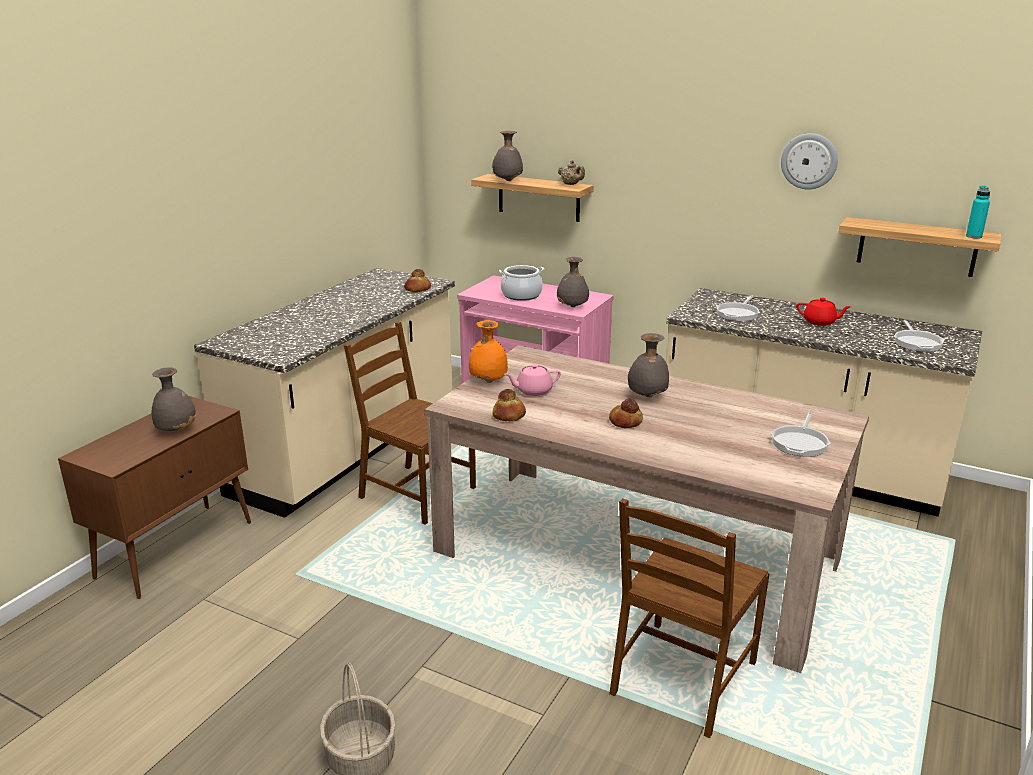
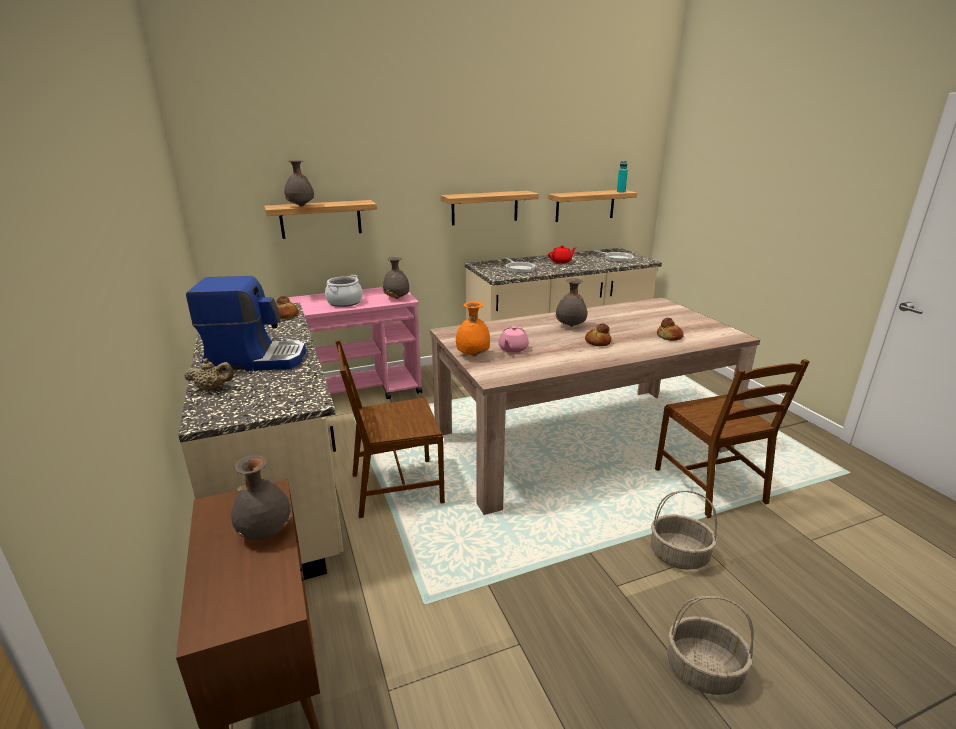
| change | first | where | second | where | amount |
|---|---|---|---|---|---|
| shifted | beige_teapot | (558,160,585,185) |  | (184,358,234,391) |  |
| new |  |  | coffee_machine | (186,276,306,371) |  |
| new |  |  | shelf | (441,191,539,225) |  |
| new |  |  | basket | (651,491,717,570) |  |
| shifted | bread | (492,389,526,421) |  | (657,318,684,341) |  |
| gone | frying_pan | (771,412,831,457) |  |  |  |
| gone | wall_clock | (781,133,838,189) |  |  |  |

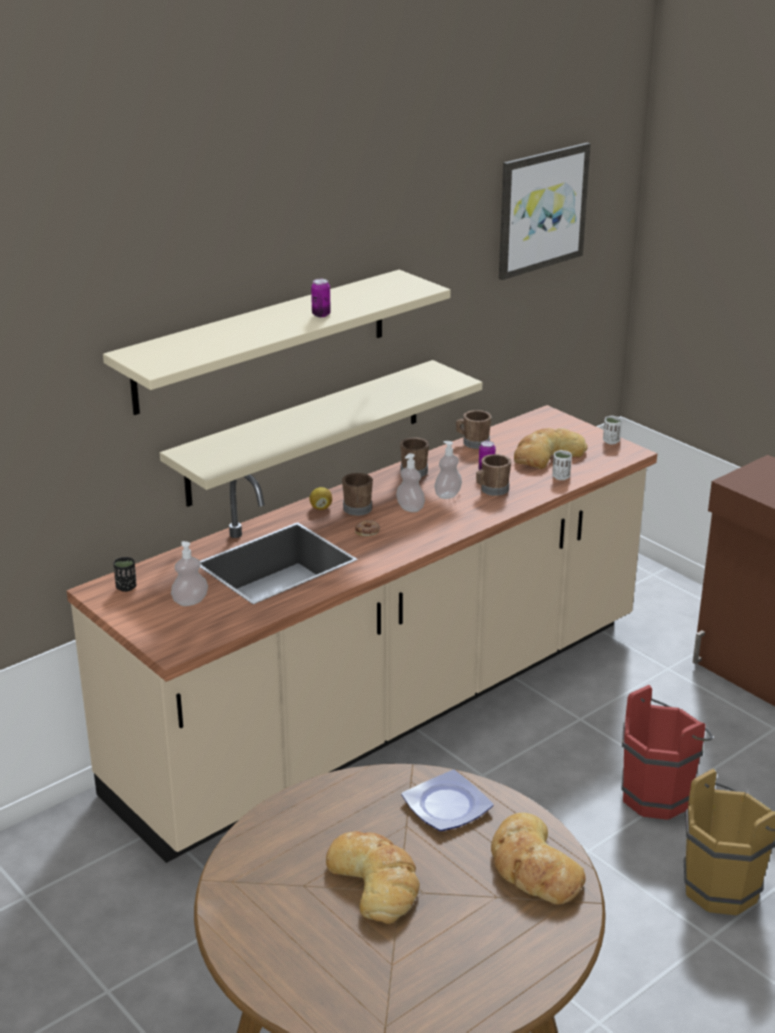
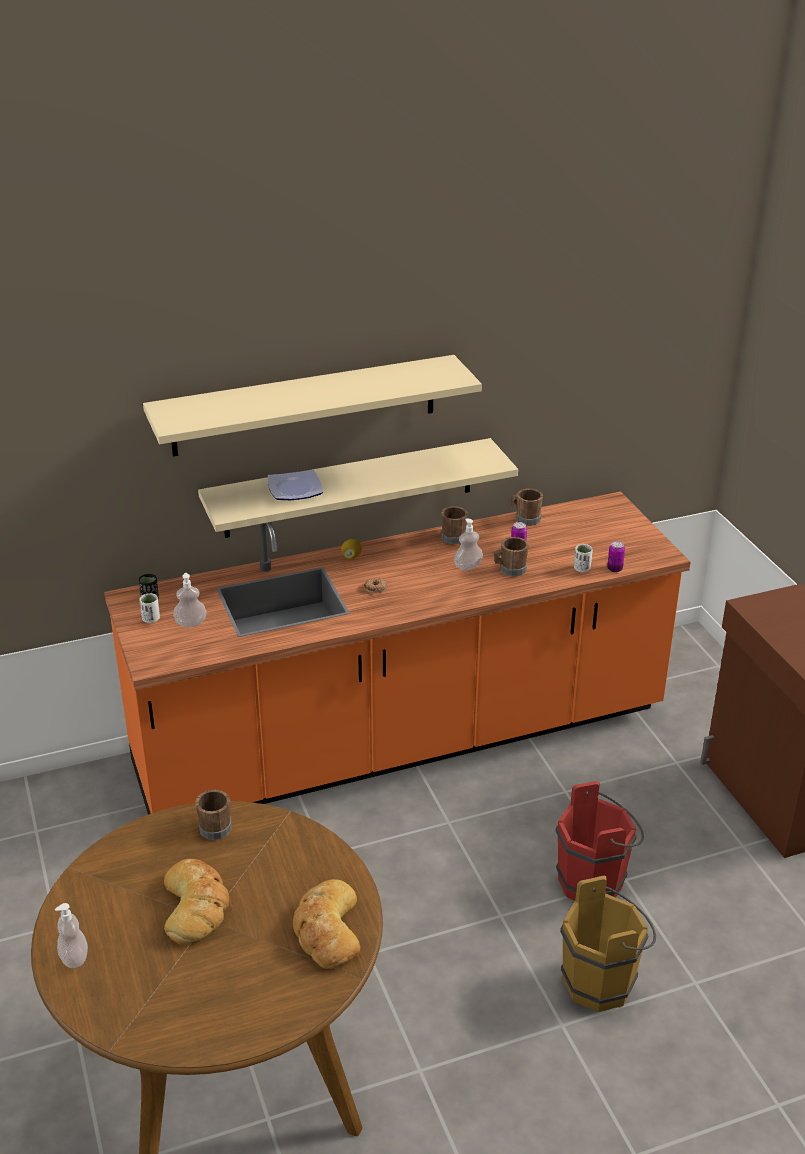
| change | first | where | second | where | amount |
|---|---|---|---|---|---|
| shifted | soap_dispenser | (396,453,425,512) |  | (55,903,88,968) |  |
| repainted | beige_counter | (66,405,657,863) | orange_counter | (104,491,691,815) |  |
| shifted | white_cup | (603,416,622,444) |  | (140,593,160,623) |  |
| shifted | brown_mug | (342,473,373,516) |  | (195,789,232,840) |  |
| shifted | plate | (401,770,494,831) |  | (268,470,323,500) |  |
| shifted | can | (311,279,331,317) |  | (607,541,625,572) |  |
| gone | picture | (499,143,591,280) |  |  |  |
| gone | bread | (514,428,588,469) |  |  |  |

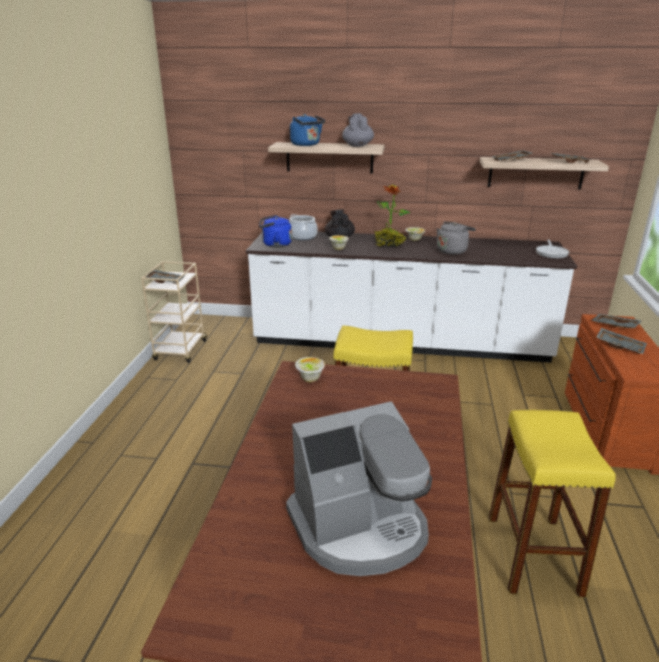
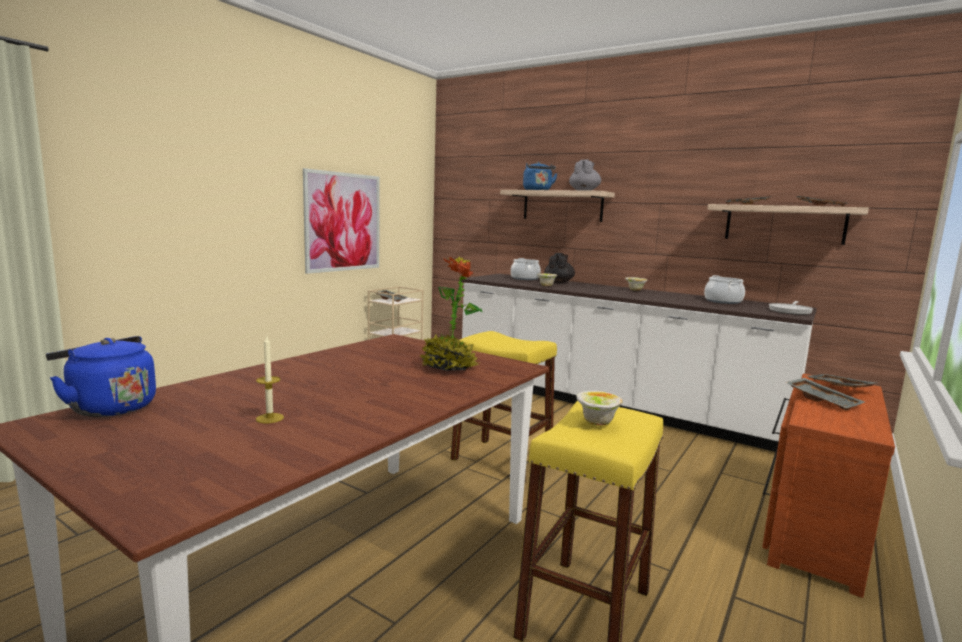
| change | first | where | second | where | amount |
|---|---|---|---|---|---|
| shifted | blue_kettle | (259,215,292,247) |  | (46,336,156,417) |  |
| swapped | coffee_machine | (286,401,432,576) | candle | (256,336,284,423) |  |
| new |  |  | picture | (303,168,379,274) |  |
| shifted | potted_plant | (374,184,410,247) |  | (420,256,482,371) |  |
| shifted | bowl | (295,357,325,382) |  | (576,391,622,425) |  |
| new |  |  | cooking_pot | (704,275,745,304) |  |
| gone | grey_kettle | (437,221,476,255) |  |  |  |

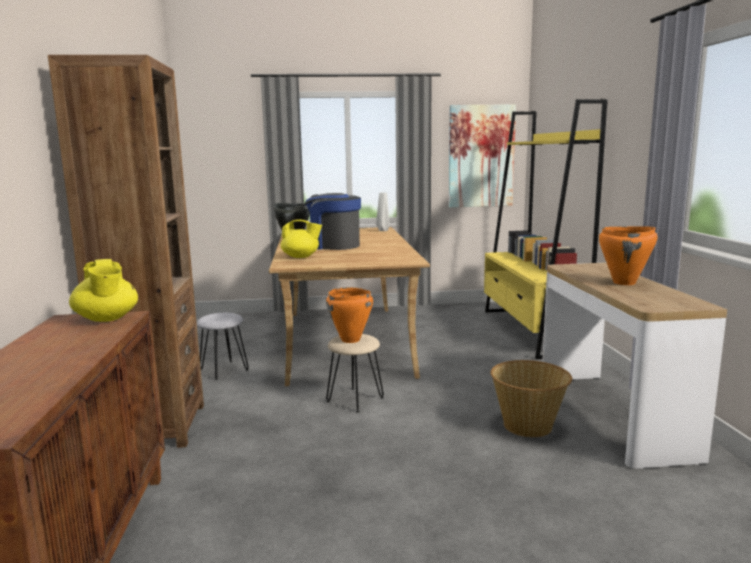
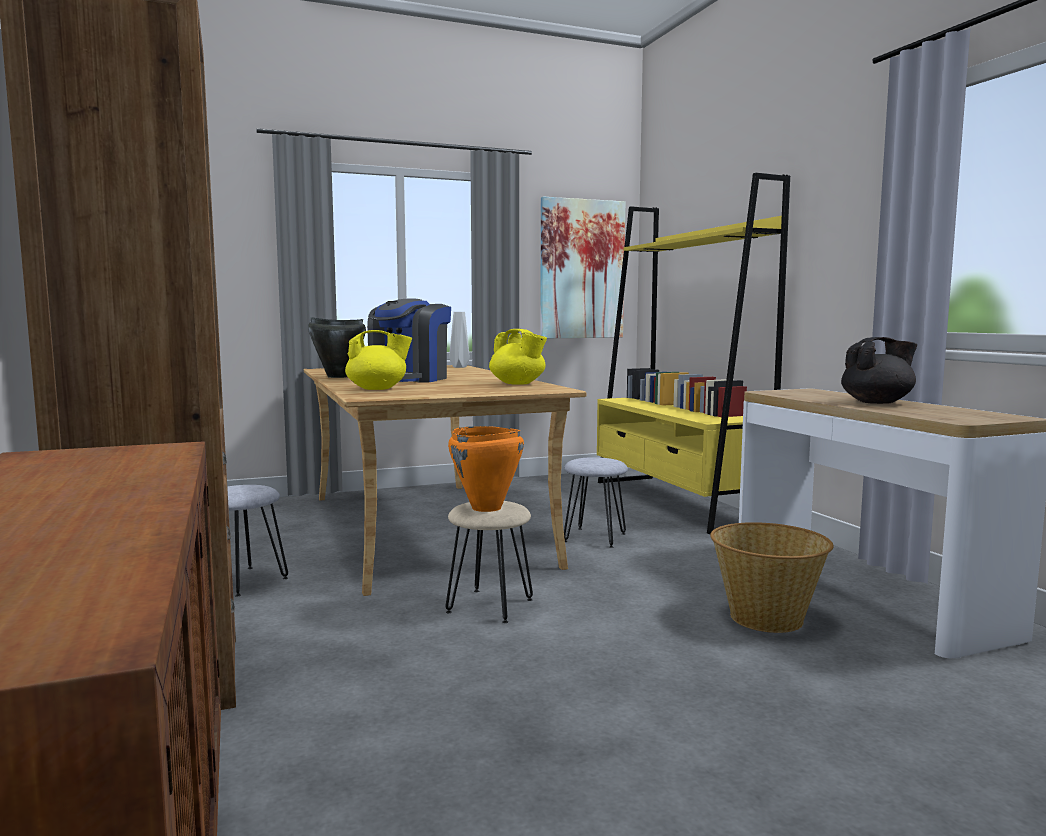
| change | first | where | second | where | amount |
|---|---|---|---|---|---|
| rotated | coffee_machine | (302,193,361,250) |  | (367,299,451,382) | 75 degrees counterclockwise |
| shifted | yellow_teapot | (69,259,138,322) |  | (489,329,547,385) |  |
| new |  |  | grey_stool | (564,457,628,548) |  |
| swapped | orange_cooking_pot | (599,226,658,285) | black_teapot | (841,337,917,404) |  |

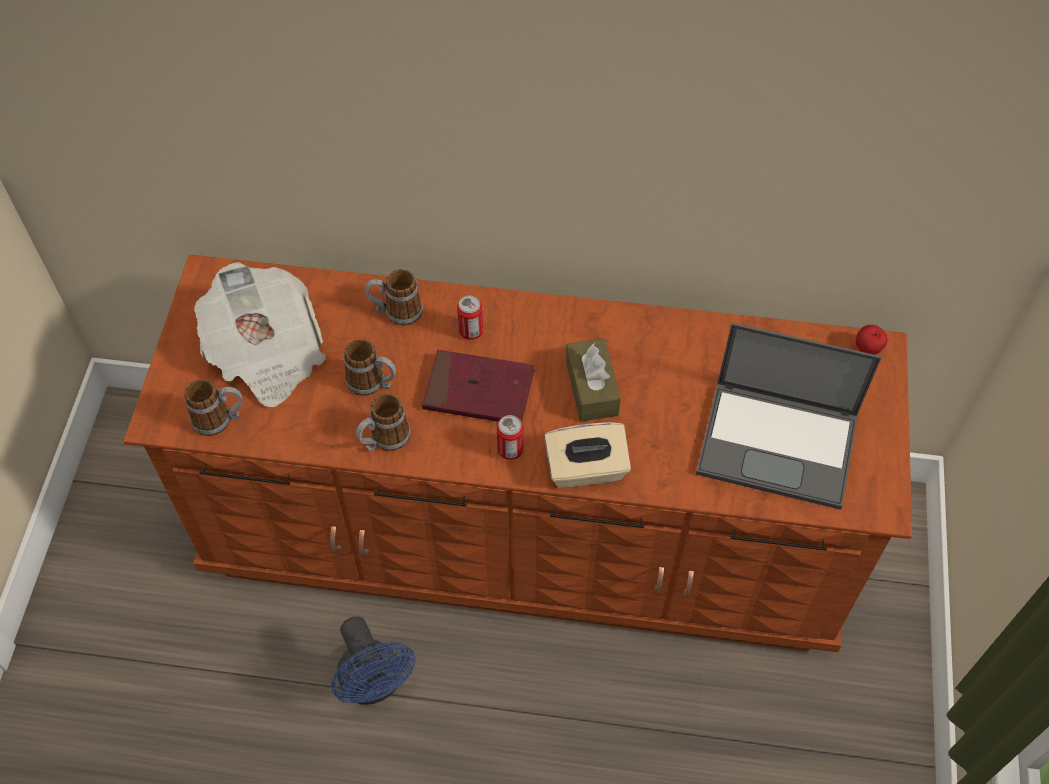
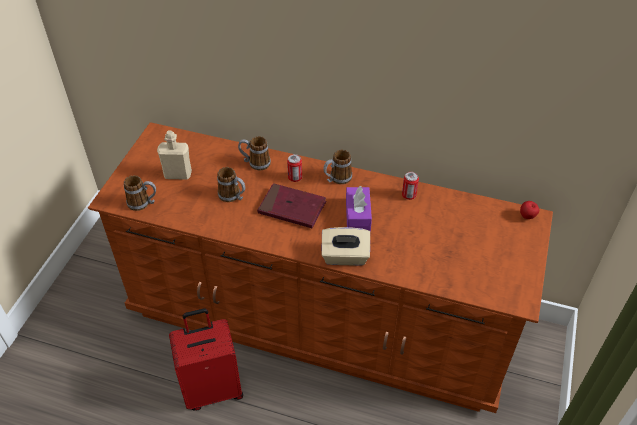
| change | first | where | second | where | amount |
|---|---|---|---|---|---|
| swapped | newspaper | (194,262,326,407) | beige_bottle | (157,131,192,180) |  |
| swapped | blue_fan | (331,616,415,705) | red_suitcase | (169,308,243,411) |  |
| shifted | mug | (356,394,411,451) |  | (323,150,352,184) |  |
| repainted | brown_tissue_box | (566,338,621,422) | purple_tissue_box | (346,186,372,231) |  |
| shifted | can | (497,415,524,460) |  | (402,172,419,200) |  |
| gone | laptop | (696,323,881,510) |  |  |  |

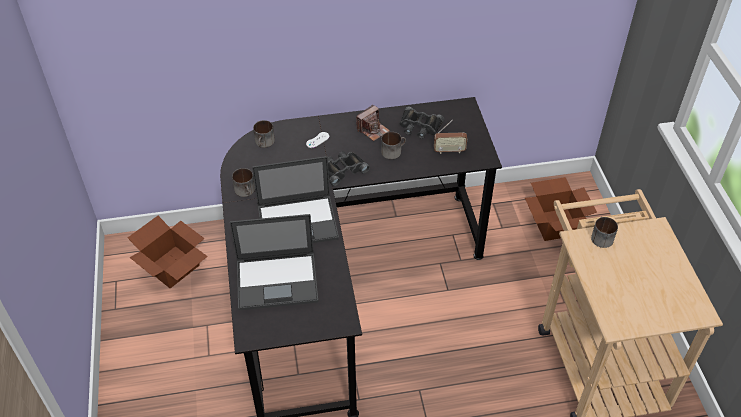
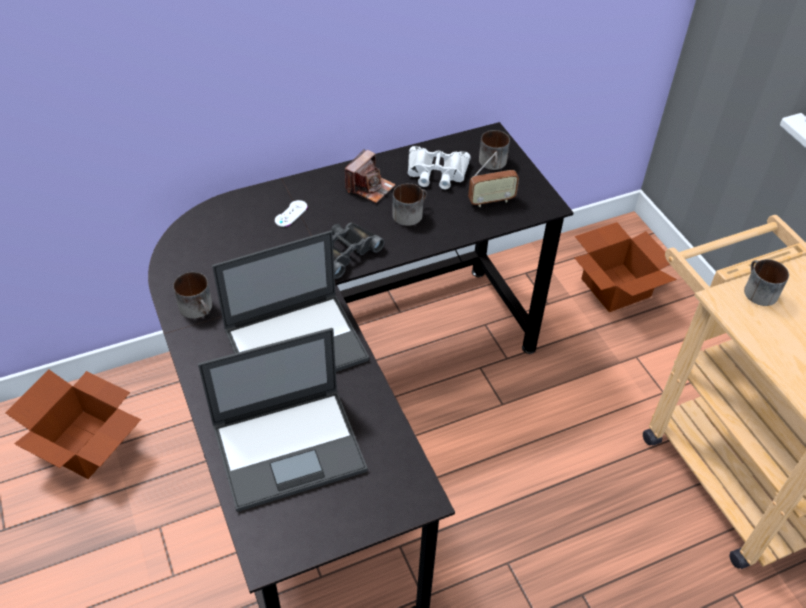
| change | first | where | second | where | amount |
|---|---|---|---|---|---|
| repainted | black_binoculars | (400,106,445,139) | white_binoculars | (408,146,471,189) |  |
| shifted | mug | (253,120,275,148) |  | (479,130,510,170) |  |

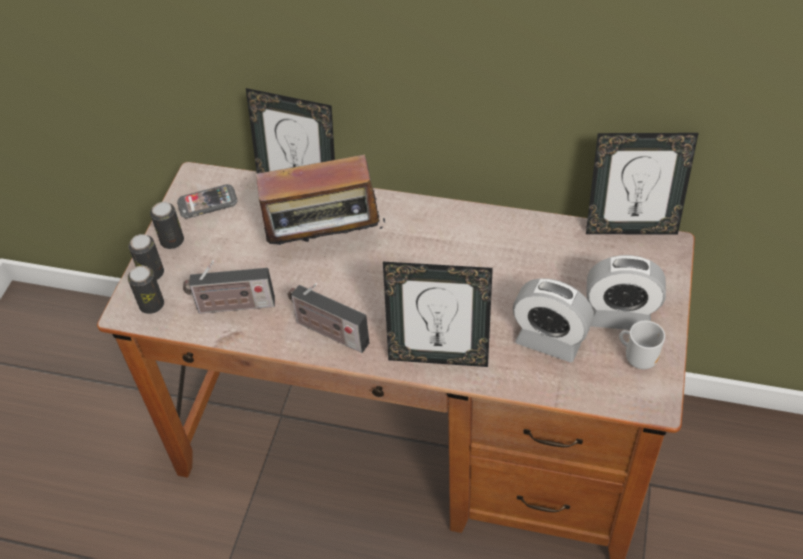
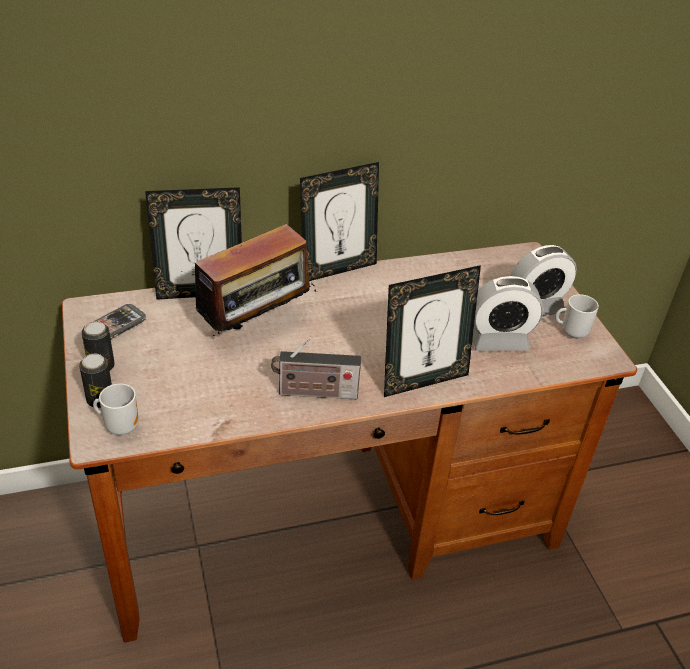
| change | first | where | second | where | amount |
|---|---|---|---|---|---|
| swapped | can | (128,266,164,314) | mug | (93,383,139,435) |  |
| shifted | picture_frame | (586,133,699,235) |  | (300,162,379,281) |  |
| gone | radio | (183,260,275,314) |  |  |  |

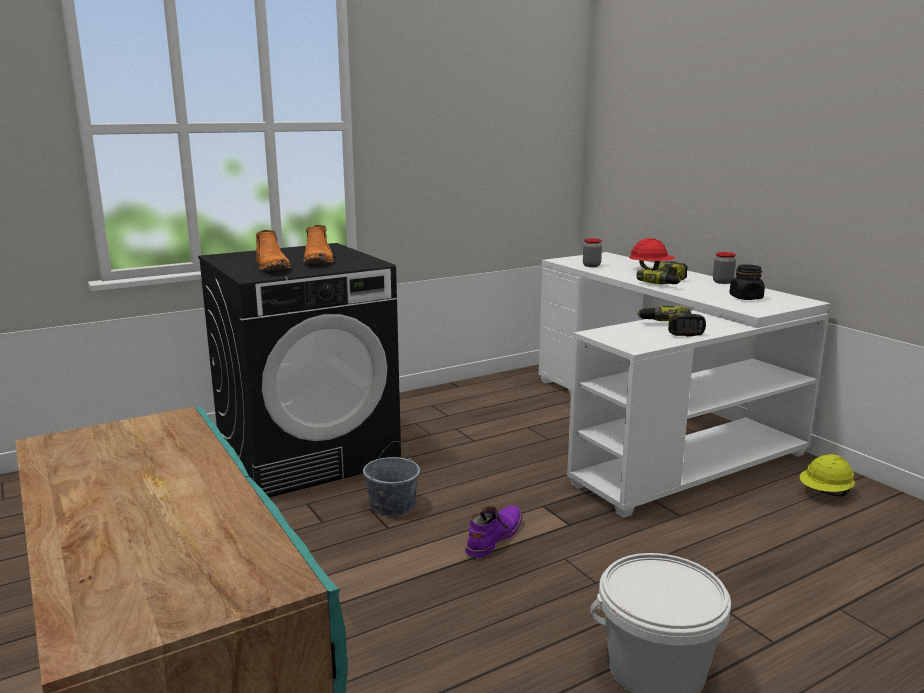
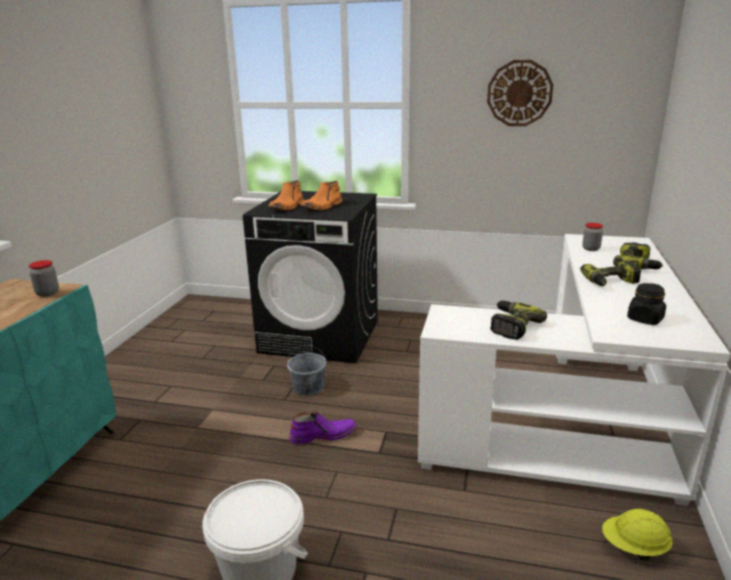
| change | first | where | second | where | amount |
|---|---|---|---|---|---|
| shifted | jar | (713,252,736,284) |  | (29,260,59,297) |  |
| new |  |  | wall_clock | (487,60,553,126) |  |
| swapped | red_hard_hat | (629,238,675,270) | power_drill | (613,243,663,269) |  |

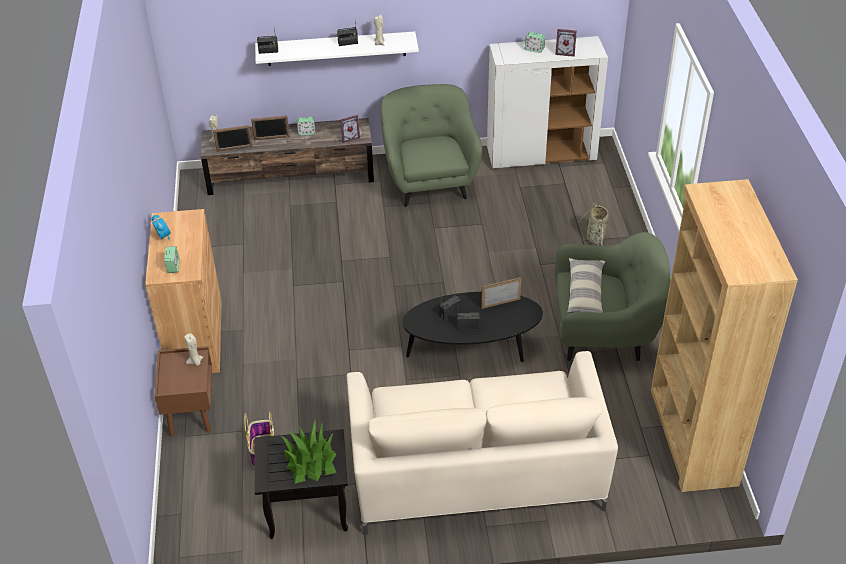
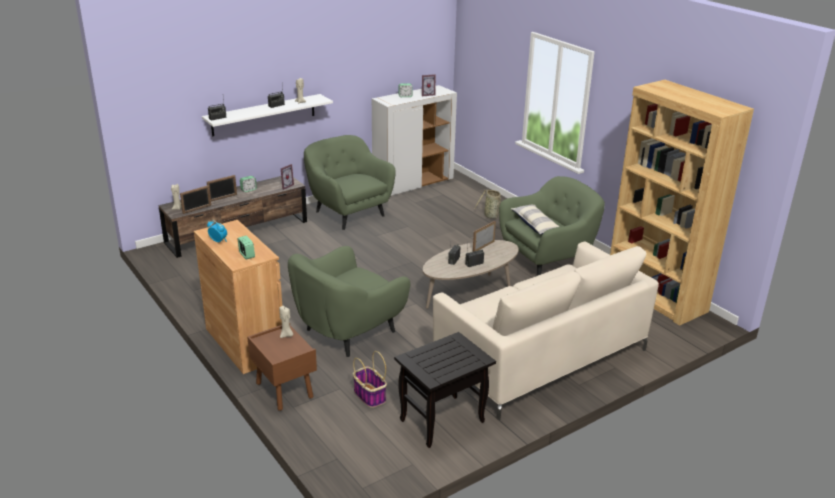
| change | first | where | second | where | amount |
|---|---|---|---|---|---|
| new |  |  | green_armchair | (288,246,410,357) |  |
| repainted | black_coffee_table | (403,292,543,362) | beige_coffee_table | (423,240,519,309) |  |
| gone | potted_plant | (280,420,337,484) |  |  |  |

